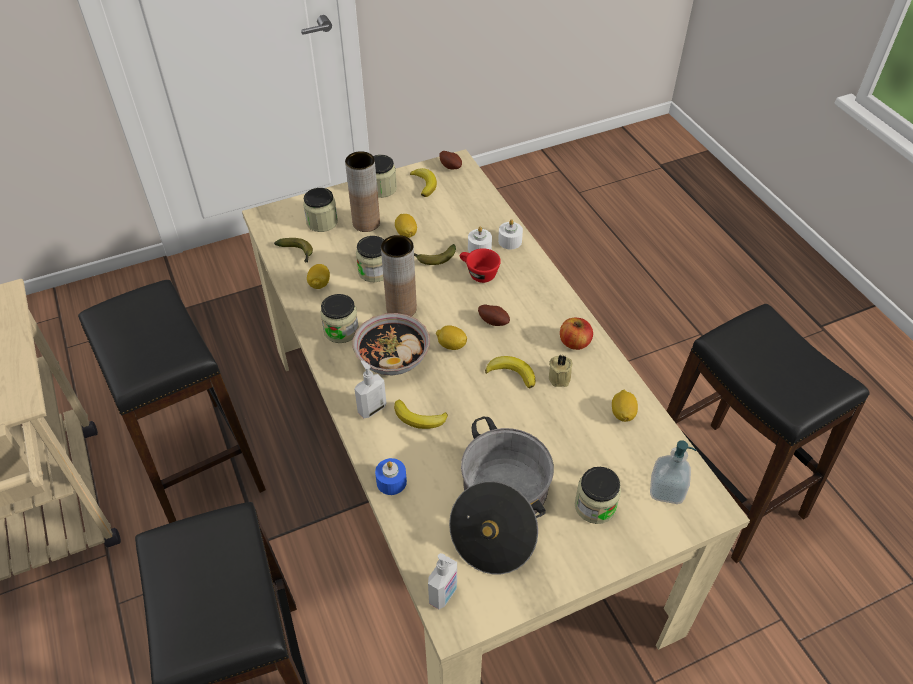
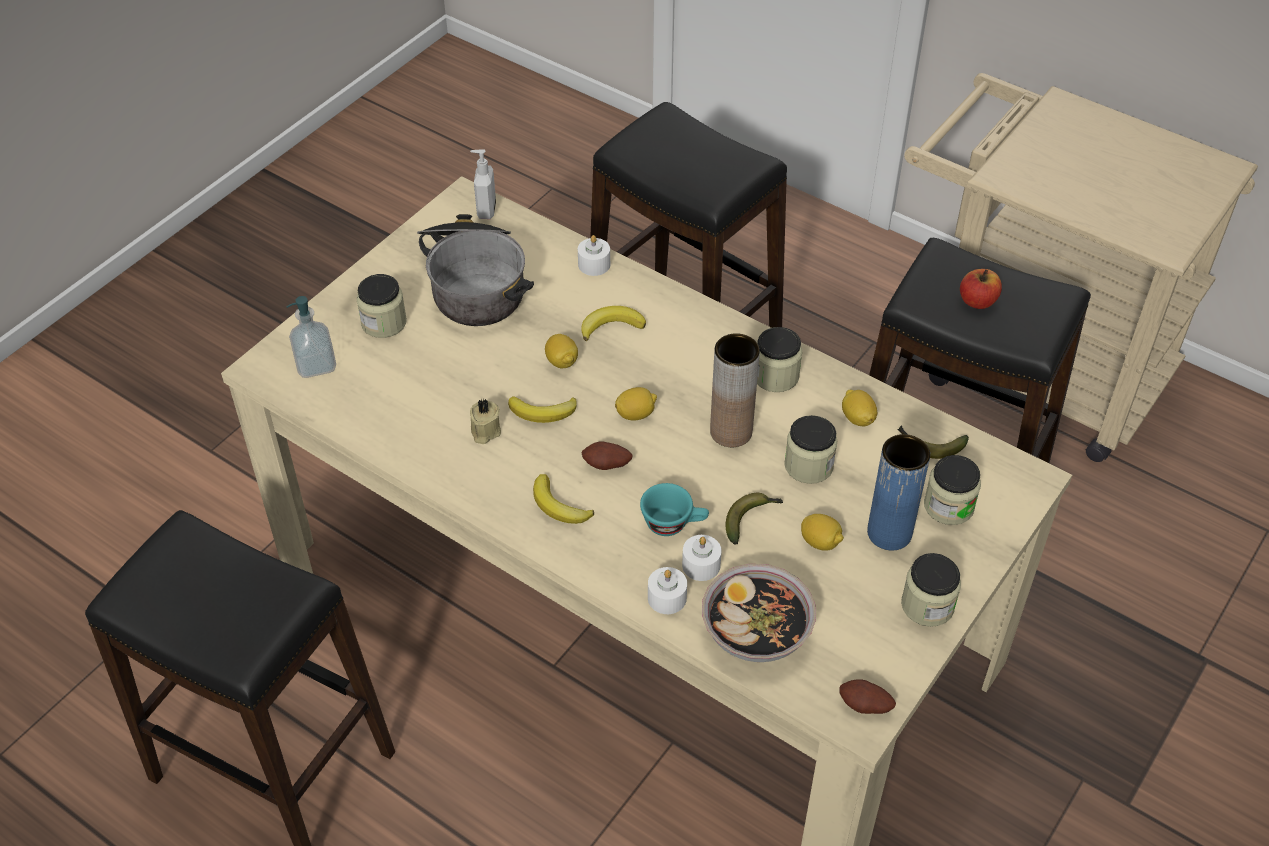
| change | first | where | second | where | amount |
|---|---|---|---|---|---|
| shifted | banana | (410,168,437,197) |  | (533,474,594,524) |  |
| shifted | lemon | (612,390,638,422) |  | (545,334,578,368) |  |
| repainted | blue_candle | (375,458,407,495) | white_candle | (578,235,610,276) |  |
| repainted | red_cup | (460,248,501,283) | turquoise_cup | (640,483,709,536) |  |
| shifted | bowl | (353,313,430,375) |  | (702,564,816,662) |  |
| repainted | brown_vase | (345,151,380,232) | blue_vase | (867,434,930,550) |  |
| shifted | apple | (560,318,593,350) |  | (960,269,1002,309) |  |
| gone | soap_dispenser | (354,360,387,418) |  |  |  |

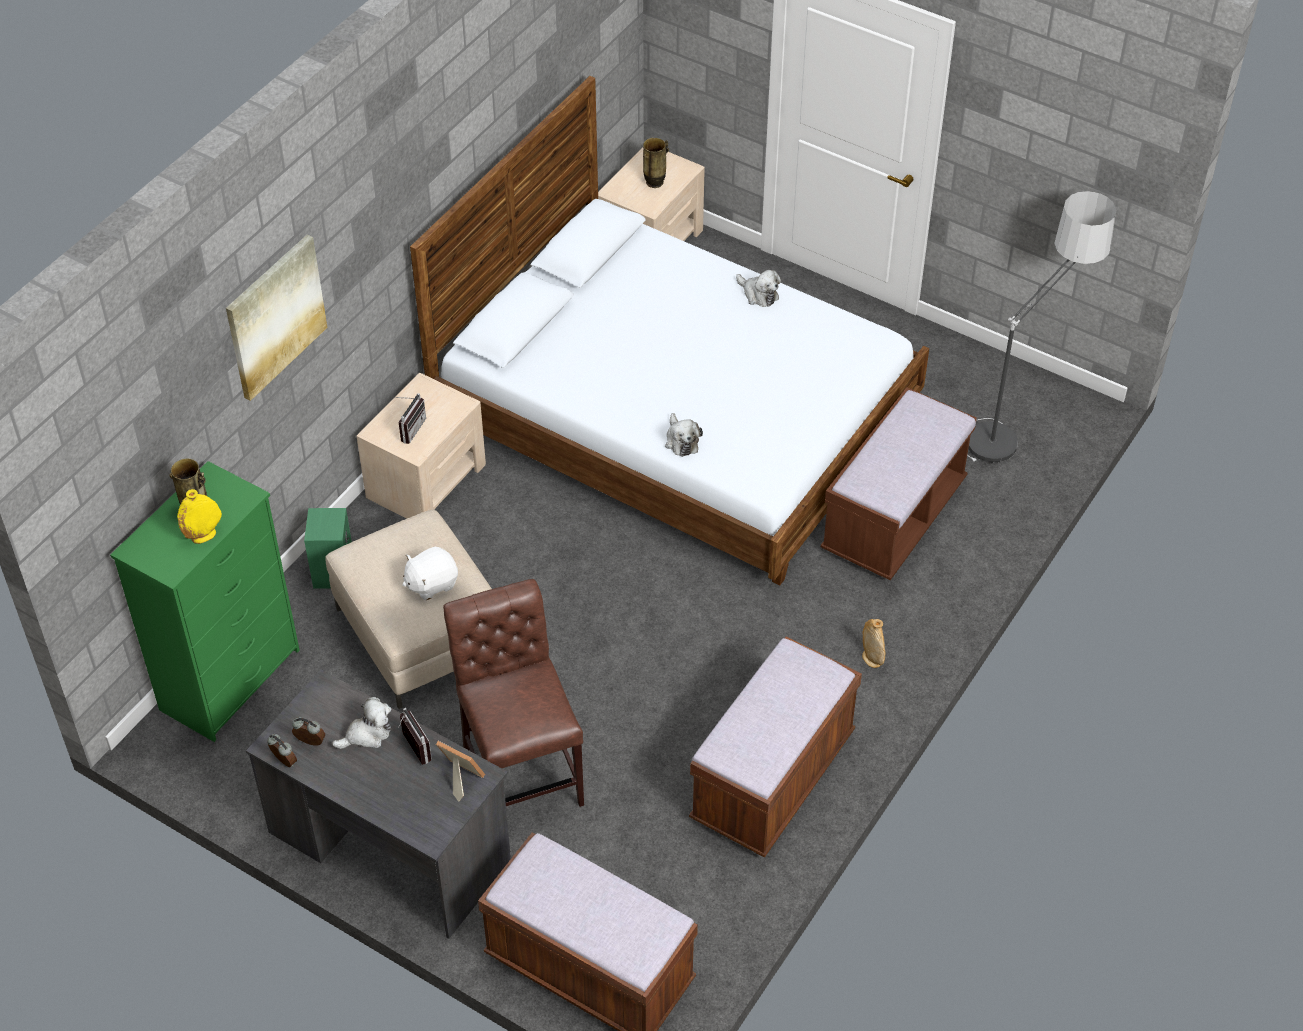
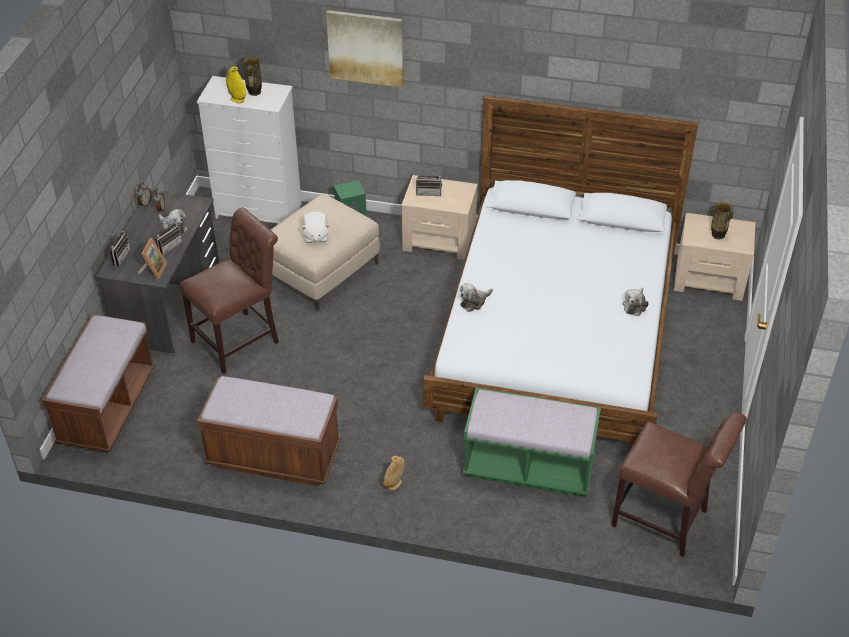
| change | first | where | second | where | amount |
|---|---|---|---|---|---|
| new |  |  | radio | (105,231,131,267) |  |
| repainted | green_dresser | (110,461,300,742) | white_dresser | (197,76,302,224) |  |
| rotated | white_plush_toy | (402,547,458,601) |  | (301,211,329,243) | 135 degrees counterclockwise |
| repainted | brown_bench | (821,387,977,580) | green_bench | (463,387,601,496) |  |
| swapped | floor_lamp | (967,191,1116,463) | brown_chair | (611,412,747,557) |  |

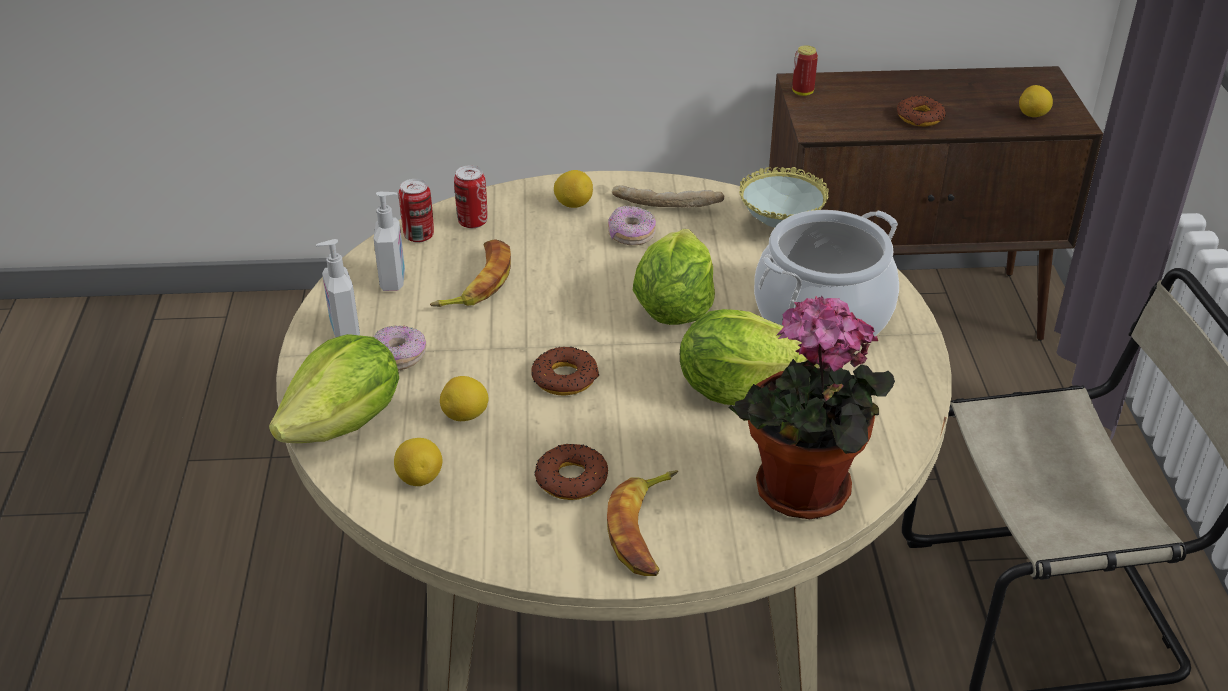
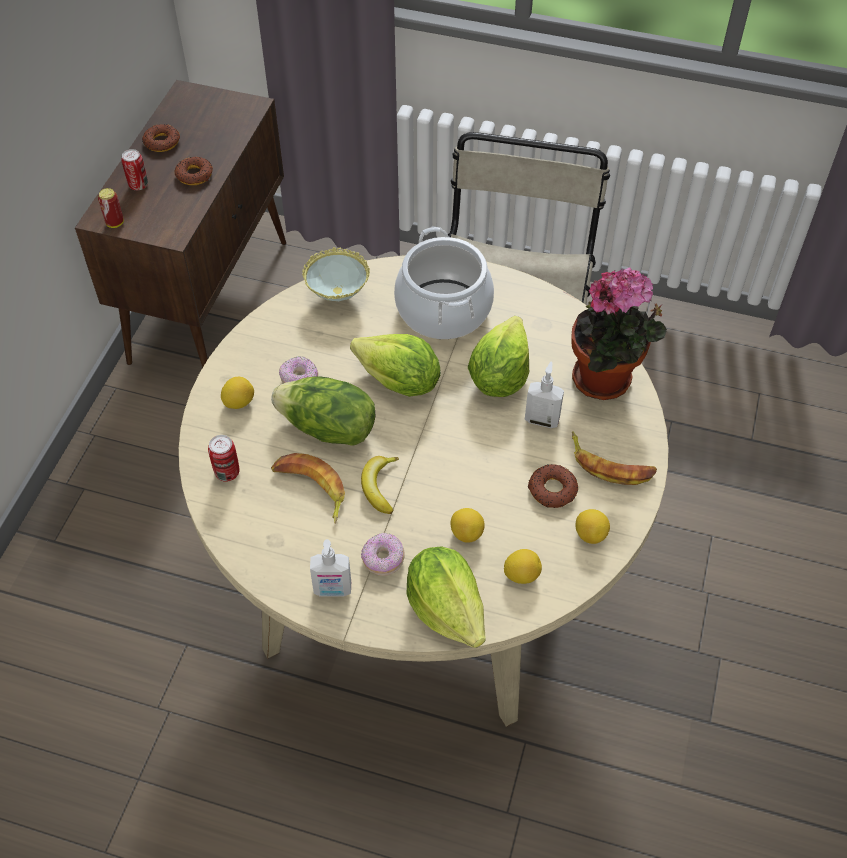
| change | first | where | second | where | amount |
|---|---|---|---|---|---|
| shifted | can | (399,179,434,243) |  | (122,149,148,190) |  |
| shifted | donut | (531,347,599,396) |  | (142,124,180,152) |  |
| new |  |  | lettuce | (271,376,375,446) |  |
| new |  |  | banana | (361,456,399,514) |  |
| shifted | soap_dispenser | (374,192,405,291) |  | (525,361,564,428) |  |
| shifted | lemon | (1019,85,1053,117) |  | (575,509,610,544) |  |
| gone | bread | (612,185,724,208) |  |  |  |

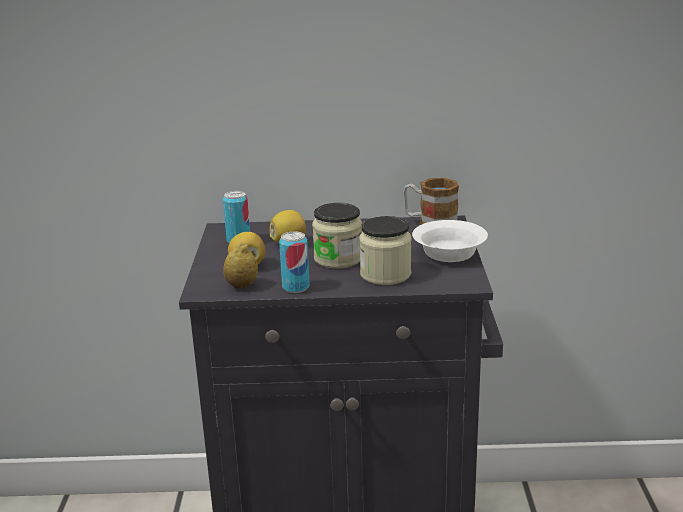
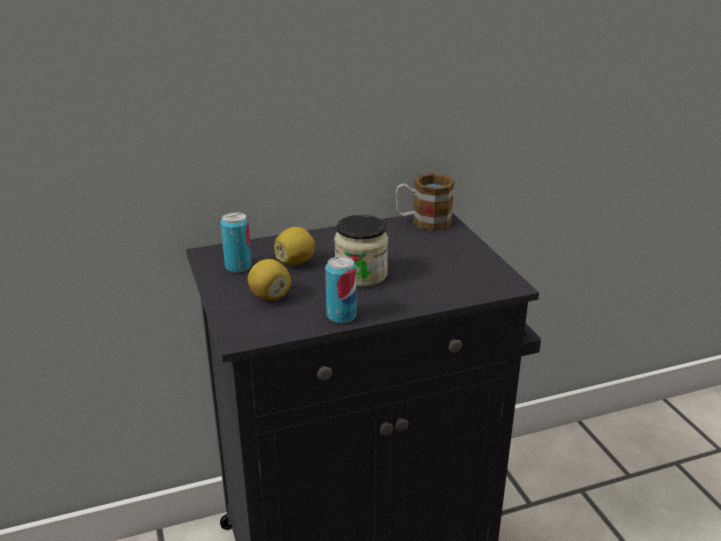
| change | first | where | second | where | amount |
|---|---|---|---|---|---|
| gone | lemon | (223,243,258,289) |  |  |  |
| gone | jar | (359,216,411,285) |  |  |  |
| gone | white_bowl | (412,220,488,262) |  |  |  |

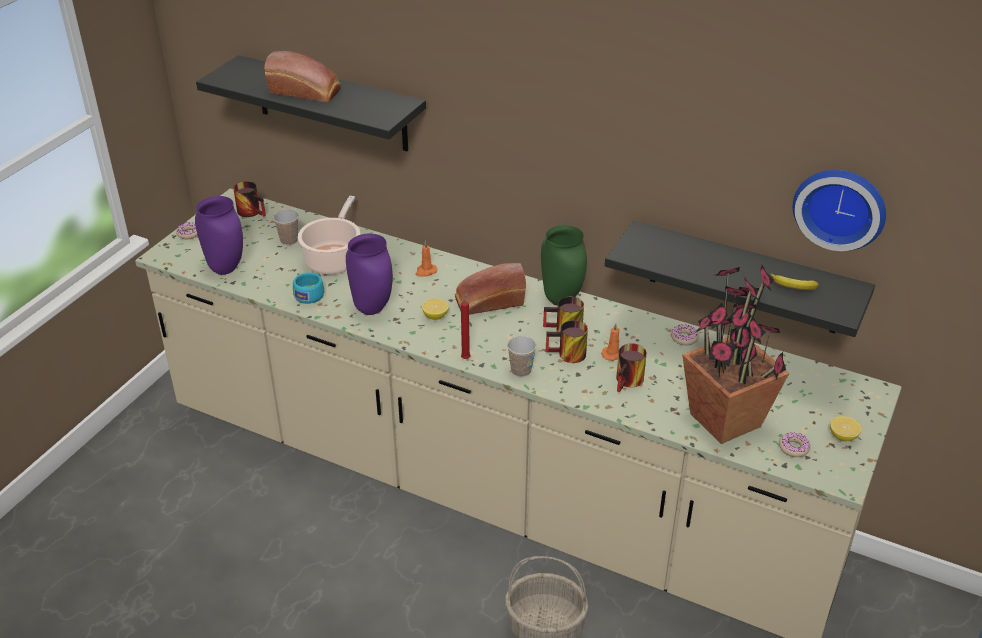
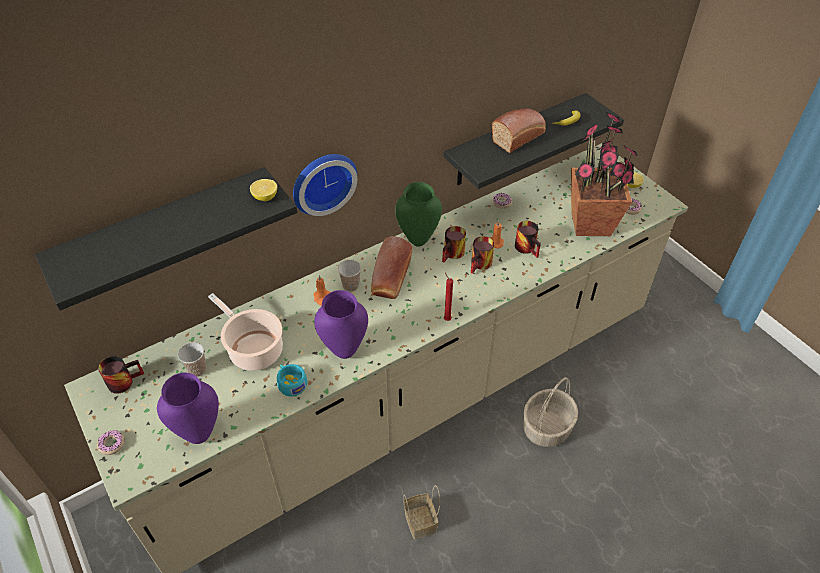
| change | first | where | second | where | amount |
|---|---|---|---|---|---|
| shifted | lemon | (422,298,449,320) |  | (250,179,277,201) |  |
| shifted | wall_clock | (793,170,886,251) |  | (293,154,357,216) |  |
| shifted | cup | (507,336,537,377) |  | (338,260,361,292) |  |
| new |  |  | basket | (403,485,440,540) |  |
| shifted | bread | (264,51,341,102) |  | (492,109,546,153) |  |

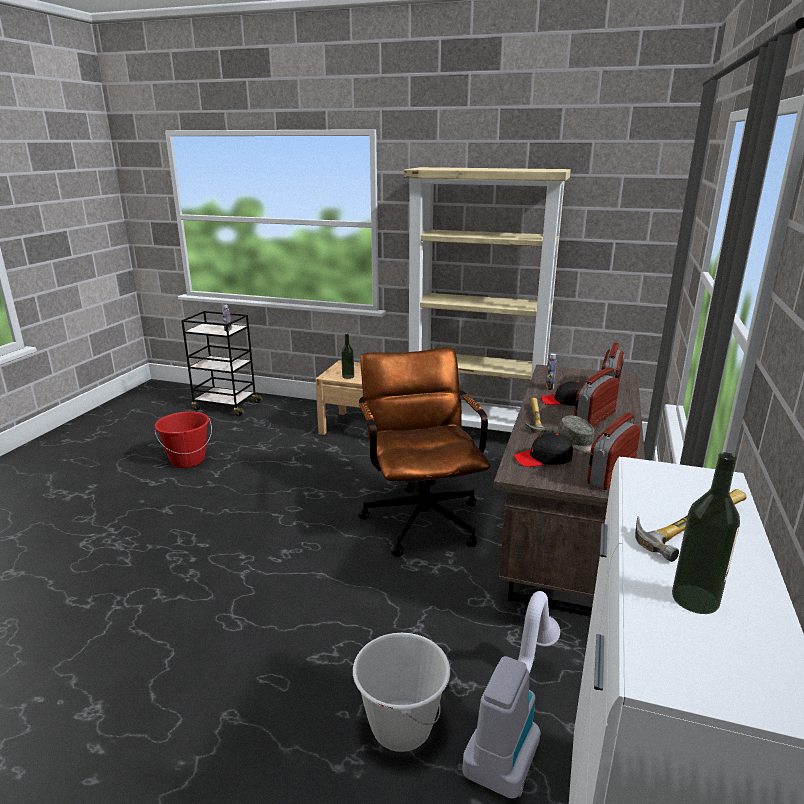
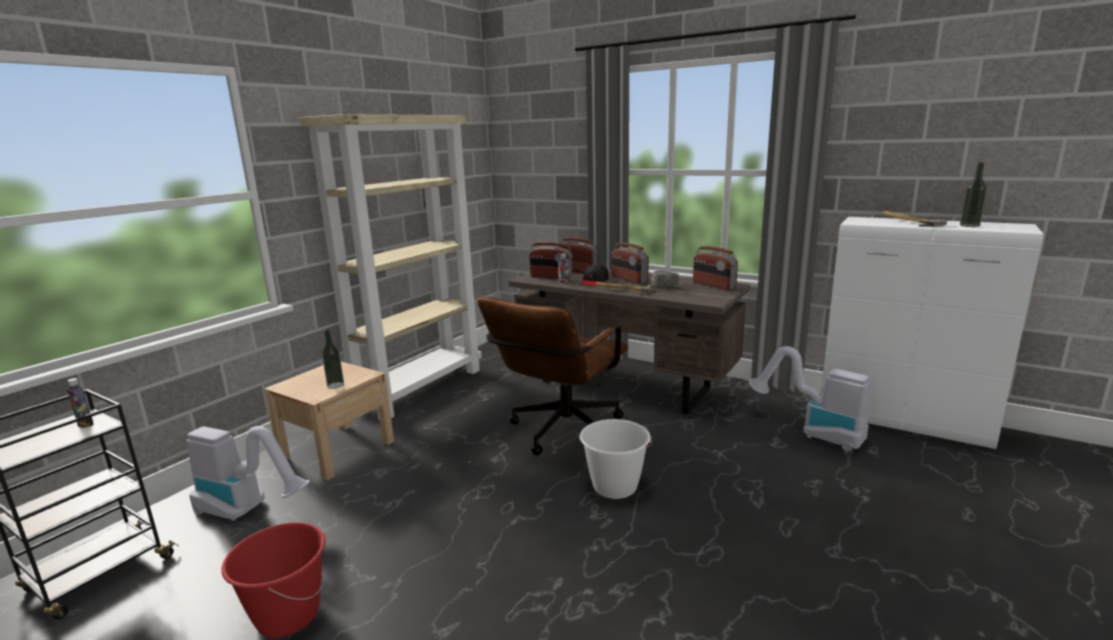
| change | first | where | second | where | amount |
|---|---|---|---|---|---|
| new |  |  | vacuum_cleaner | (186,426,310,521) |  |
| rotated | brown_office_chair | (358,347,490,557) |  | (477,297,628,455) | 60 degrees counterclockwise |
| new |  |  | radio | (529,242,572,279) |  |
| shifted | white_bucket | (353,633,450,752) |  | (579,419,652,499) |  |
| gone | black_cap | (514,433,573,467) |  |  |  |

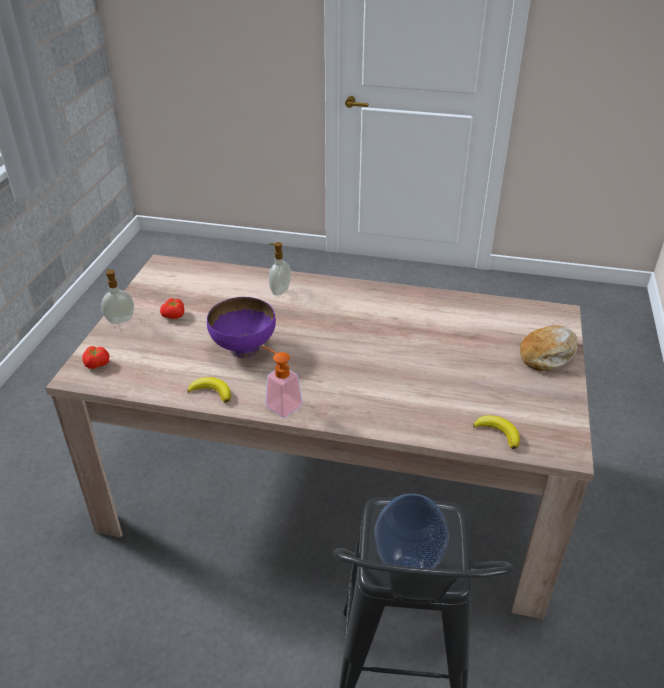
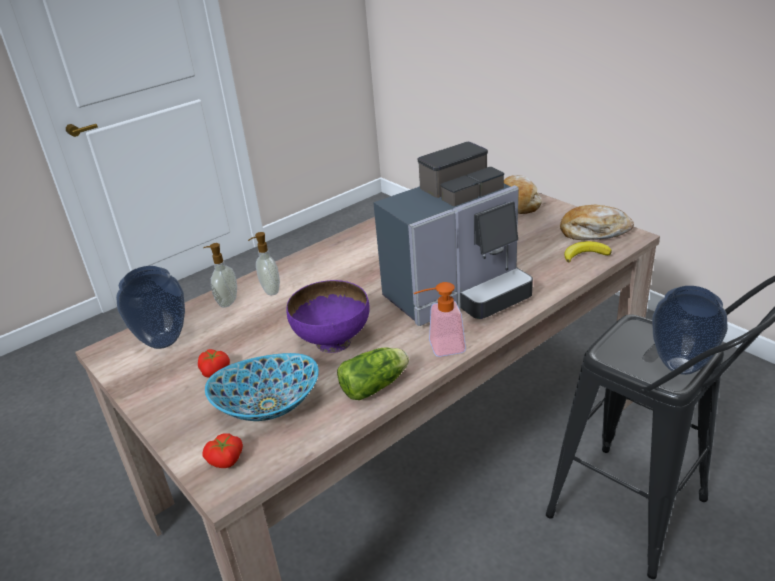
| change | first | where | second | where | amount |
|---|---|---|---|---|---|
| new |  |  | vase | (116,266,185,349) |  |
| shifted | soap_dispenser | (101,269,134,324) |  | (203,243,237,308) |  |
| new |  |  | bowl | (205,353,319,421) |  |
| swapped | banana | (187,377,231,403) | lettuce | (337,347,409,400) |  |
| new |  |  | coffee_machine | (373,142,533,326) |  |
| new |  |  | bread | (560,205,634,240) |  |

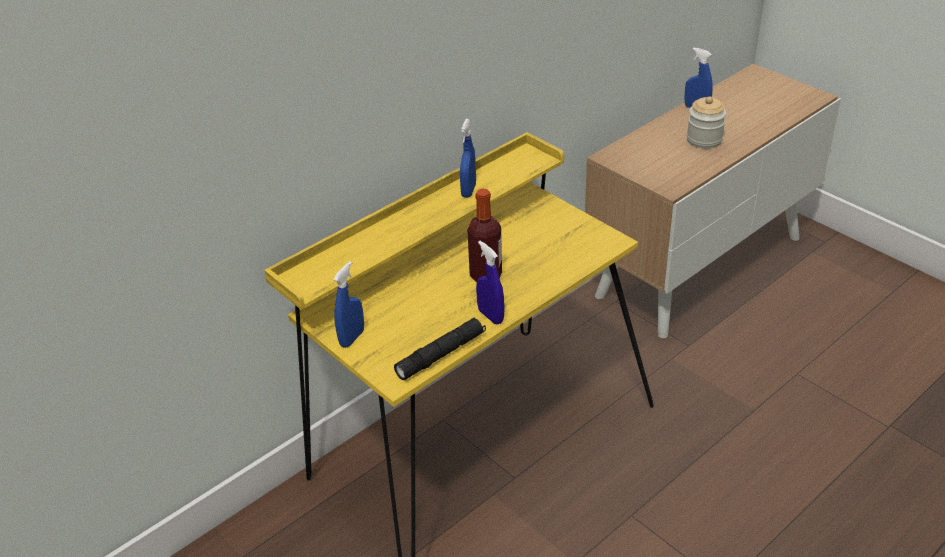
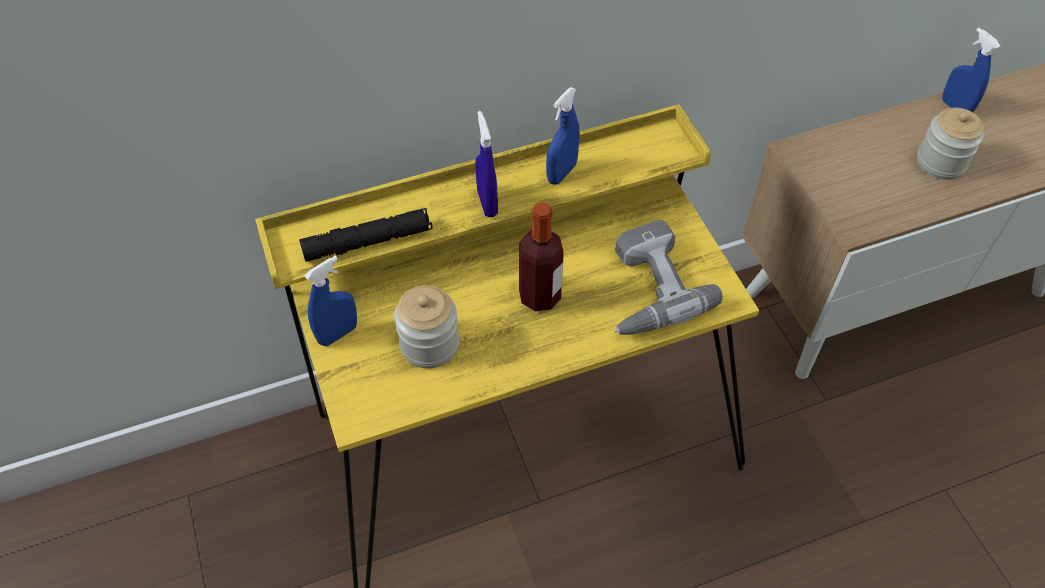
| change | first | where | second | where | amount |
|---|---|---|---|---|---|
| shifted | black_flashlight | (394,317,486,380) |  | (299,208,433,262) |  |
| new |  |  | jar | (394,285,459,368) |  |
| shifted | blue_spray_bottle | (476,241,505,325) |  | (475,111,498,217) |  |
| new |  |  | power_drill | (615,220,723,335) |  |

